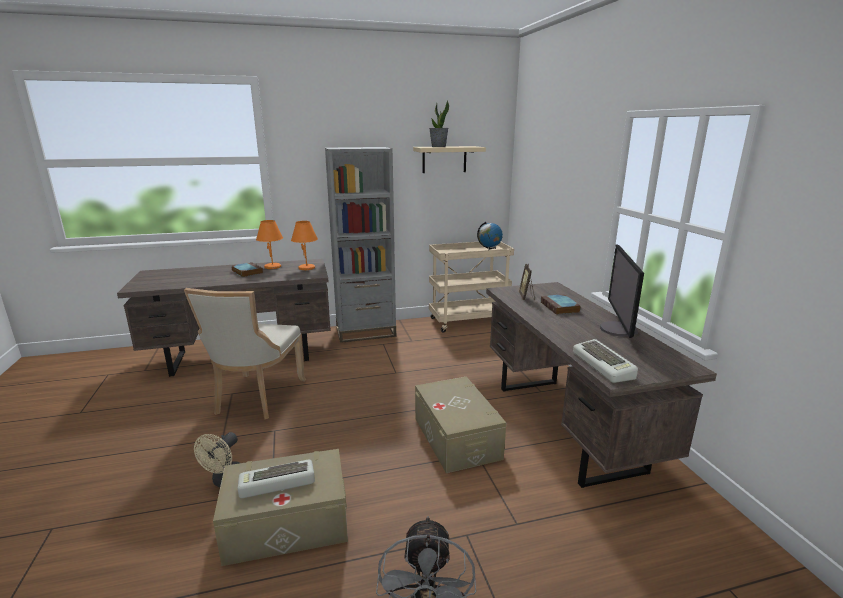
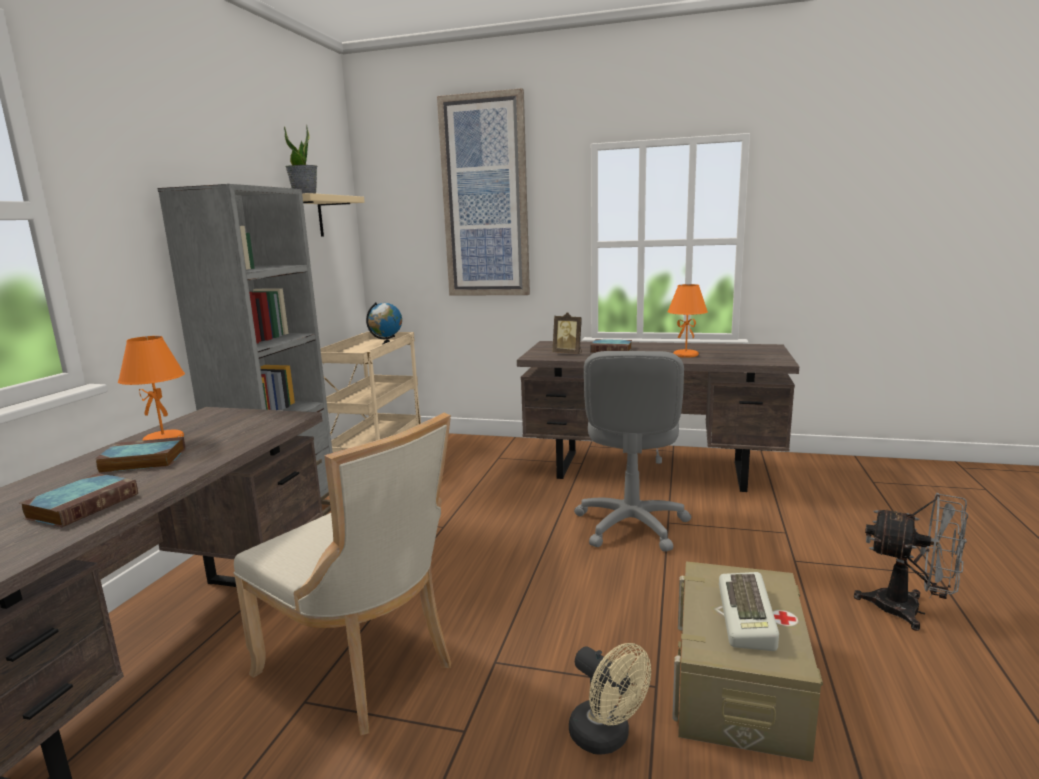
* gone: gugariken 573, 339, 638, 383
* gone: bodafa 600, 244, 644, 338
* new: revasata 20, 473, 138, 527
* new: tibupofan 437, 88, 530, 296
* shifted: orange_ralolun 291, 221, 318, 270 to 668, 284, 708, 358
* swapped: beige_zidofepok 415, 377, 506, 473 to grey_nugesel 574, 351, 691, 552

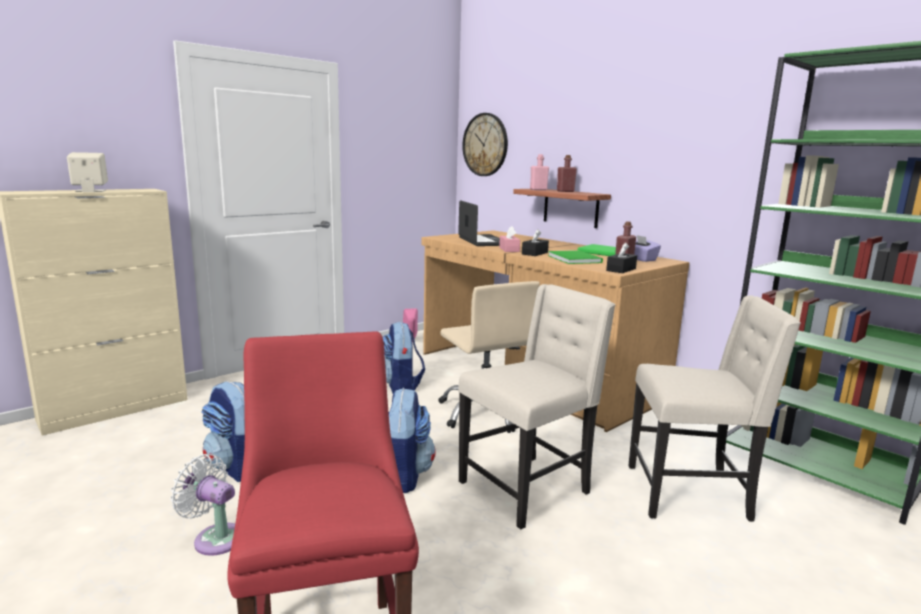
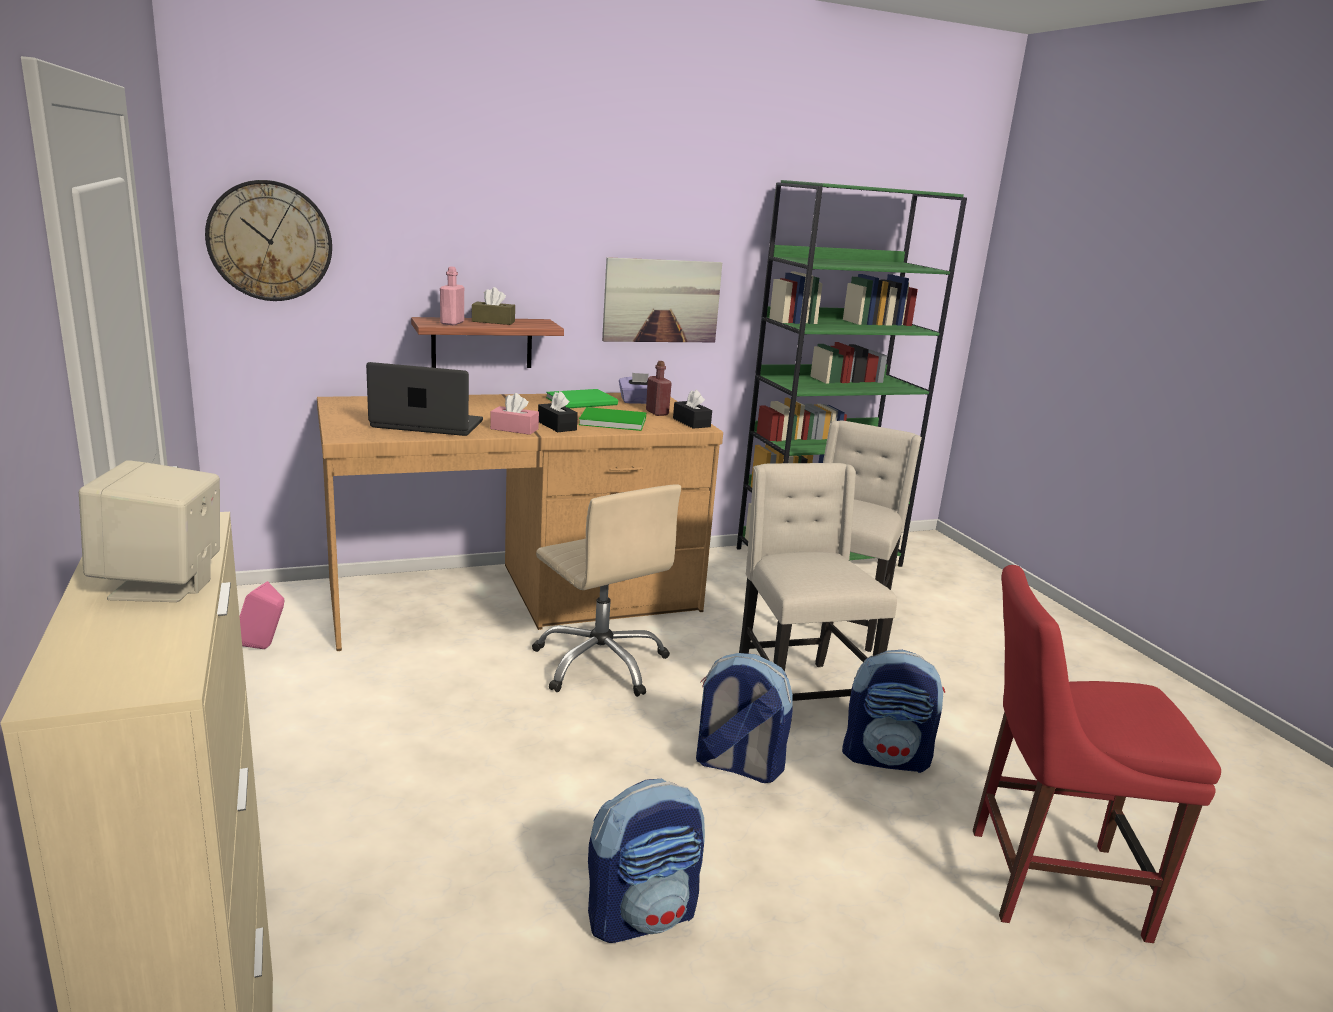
* gone: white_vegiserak 170, 454, 235, 556
* new: tibupofan 602, 257, 722, 342
* shifted: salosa 383, 321, 425, 394 to 842, 650, 945, 773
* swapped: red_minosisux 557, 155, 577, 192 to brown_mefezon 472, 287, 515, 325
* rotated: beige_nugesel 438, 281, 540, 433 = 532, 484, 681, 697 60 degrees clockwise

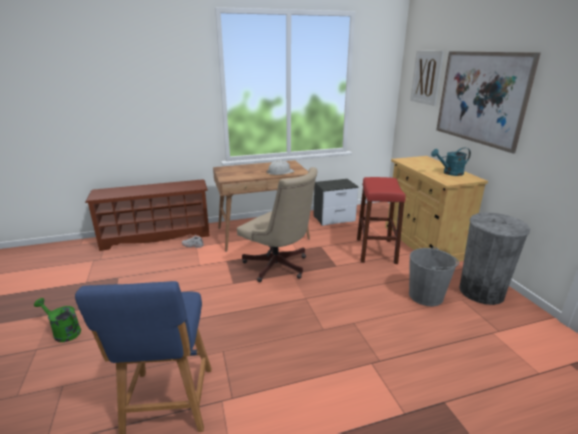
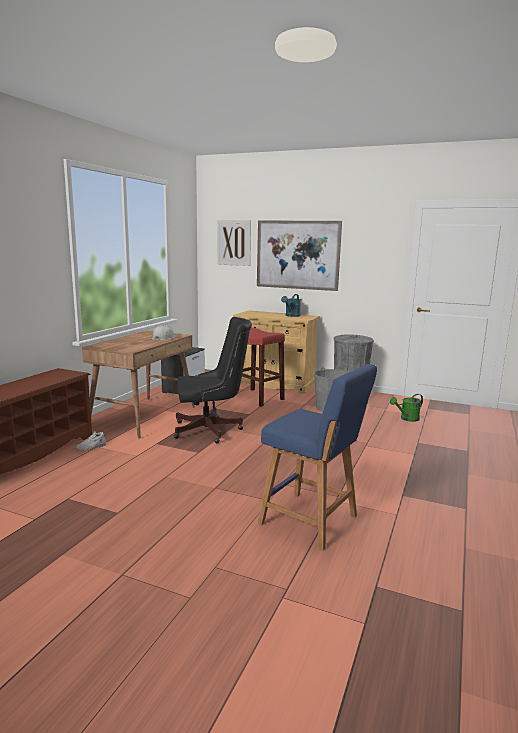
* shifted: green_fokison 34, 298, 81, 342 to 390, 394, 423, 422
* repainted: beige_nugesel 237, 167, 318, 282 to black_nugesel 174, 317, 252, 443

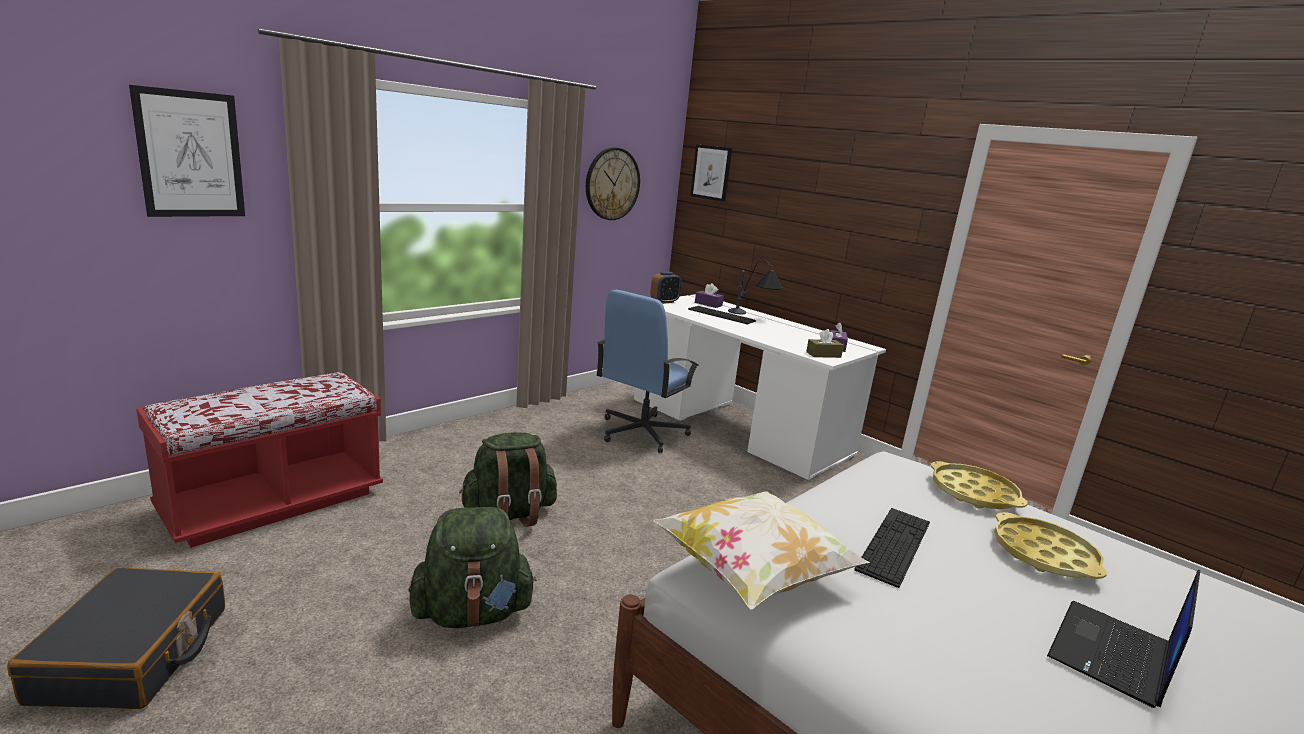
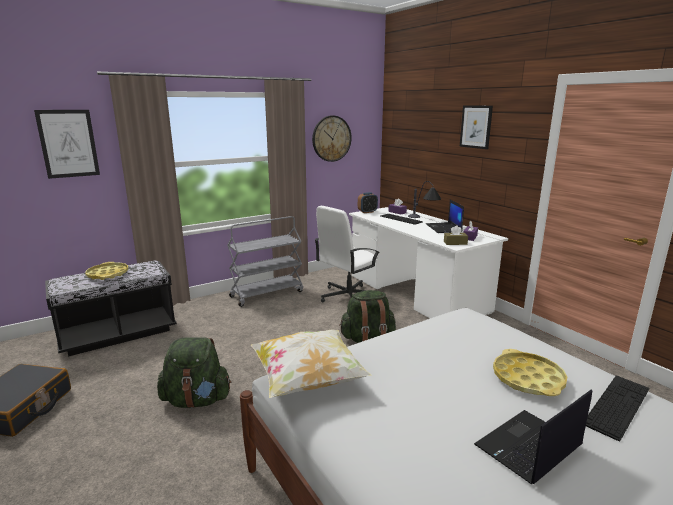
* new: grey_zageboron 227, 216, 303, 307
* new: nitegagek 426, 200, 464, 233
* shifted: green_salosa 459, 432, 557, 527 to 339, 290, 396, 343
* shifted: tibupofan 690, 144, 732, 202 to 460, 105, 493, 149
* shifted: gugariken 854, 508, 930, 588 to 586, 375, 650, 442
* shifted: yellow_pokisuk 931, 461, 1028, 510 to 85, 262, 128, 280
* repainted: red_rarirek 136, 372, 383, 548 to black_rarirek 45, 260, 177, 357
* repainted: blue_nugesel 597, 290, 699, 453 to white_nugesel 314, 206, 380, 302

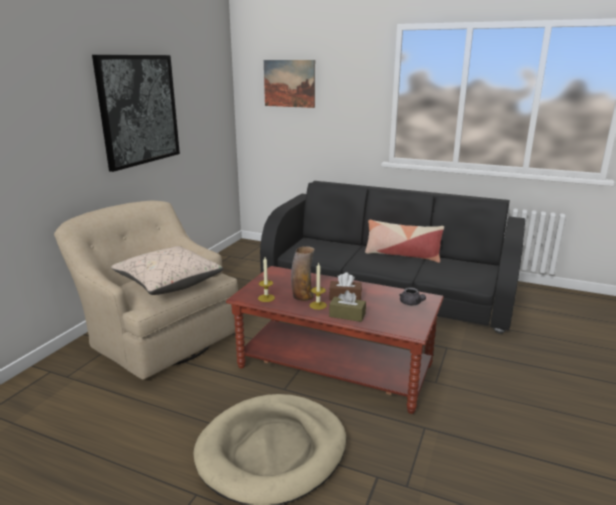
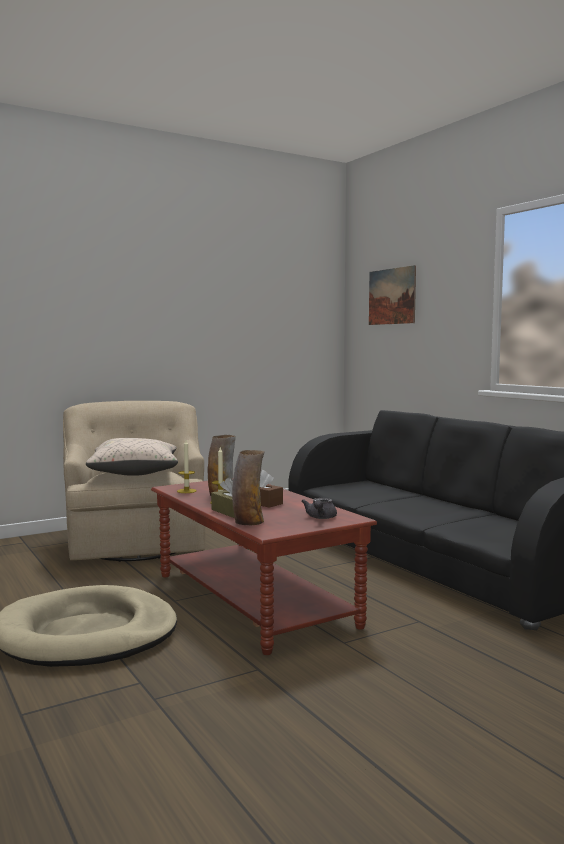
* gone: tibupofan 92, 55, 180, 172
* gone: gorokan 365, 220, 444, 263
* new: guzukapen 232, 450, 265, 525

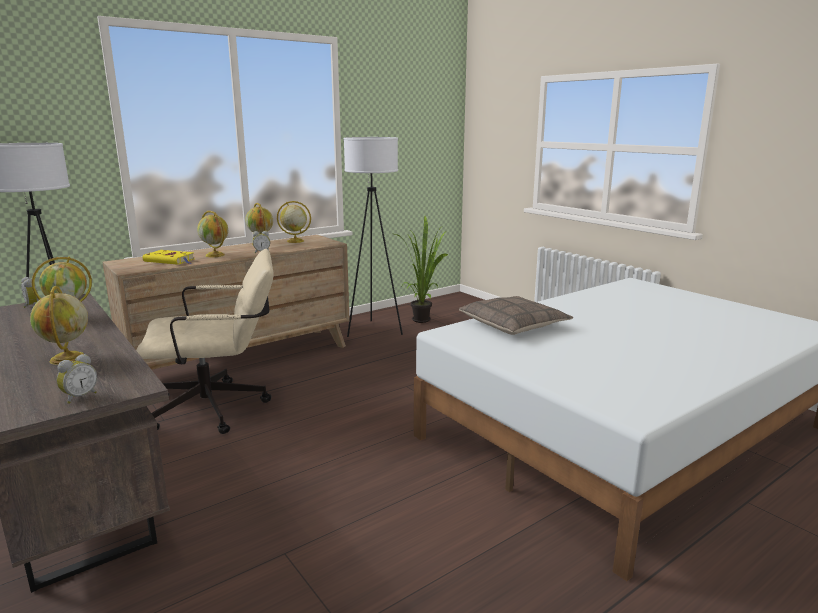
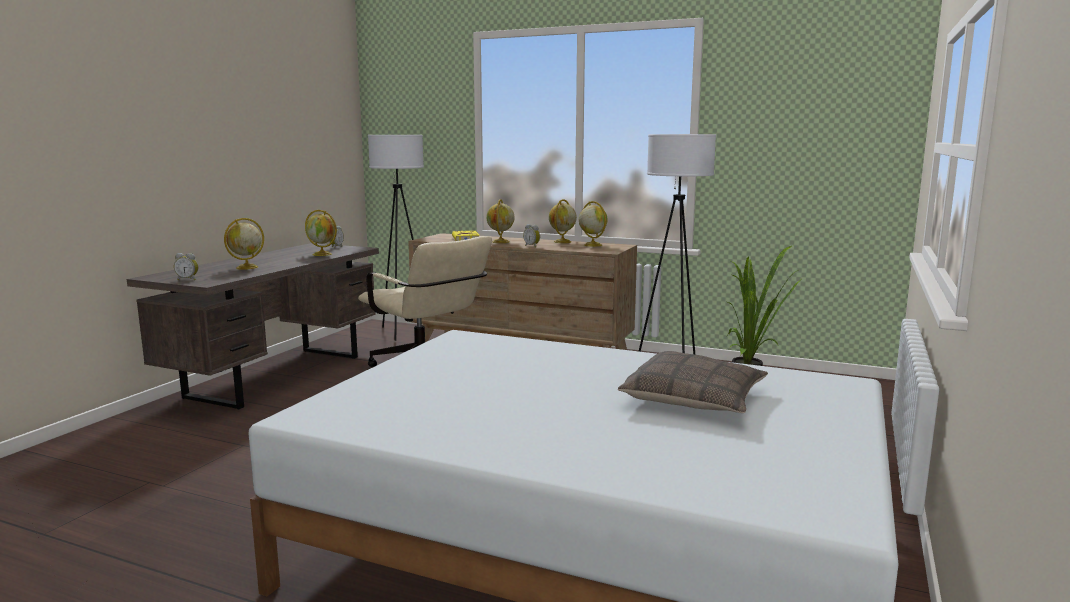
* shifted: gorokan 459, 296, 573, 335 to 618, 351, 768, 413

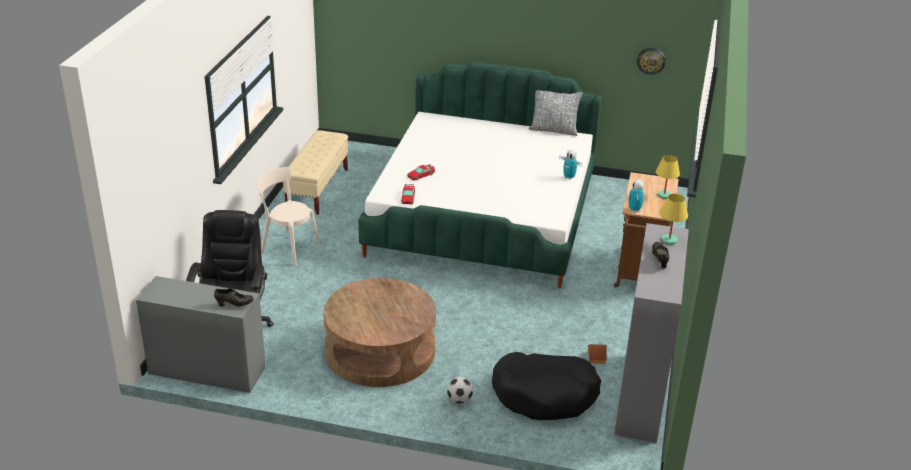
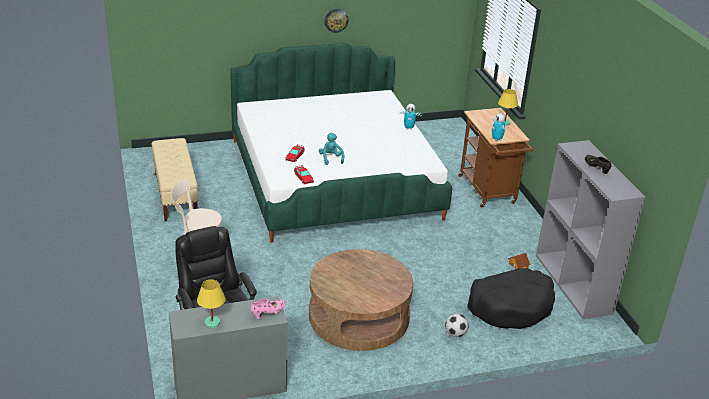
* gone: gorokan 529, 90, 583, 136
* new: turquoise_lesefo 319, 133, 344, 165
* shifted: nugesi 637, 47, 665, 75 to 324, 9, 349, 33
* shifted: yellow_ralolun 659, 194, 688, 245 to 197, 279, 225, 328
* repainted: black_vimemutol 214, 288, 254, 307 to pink_vimemutol 251, 299, 286, 319

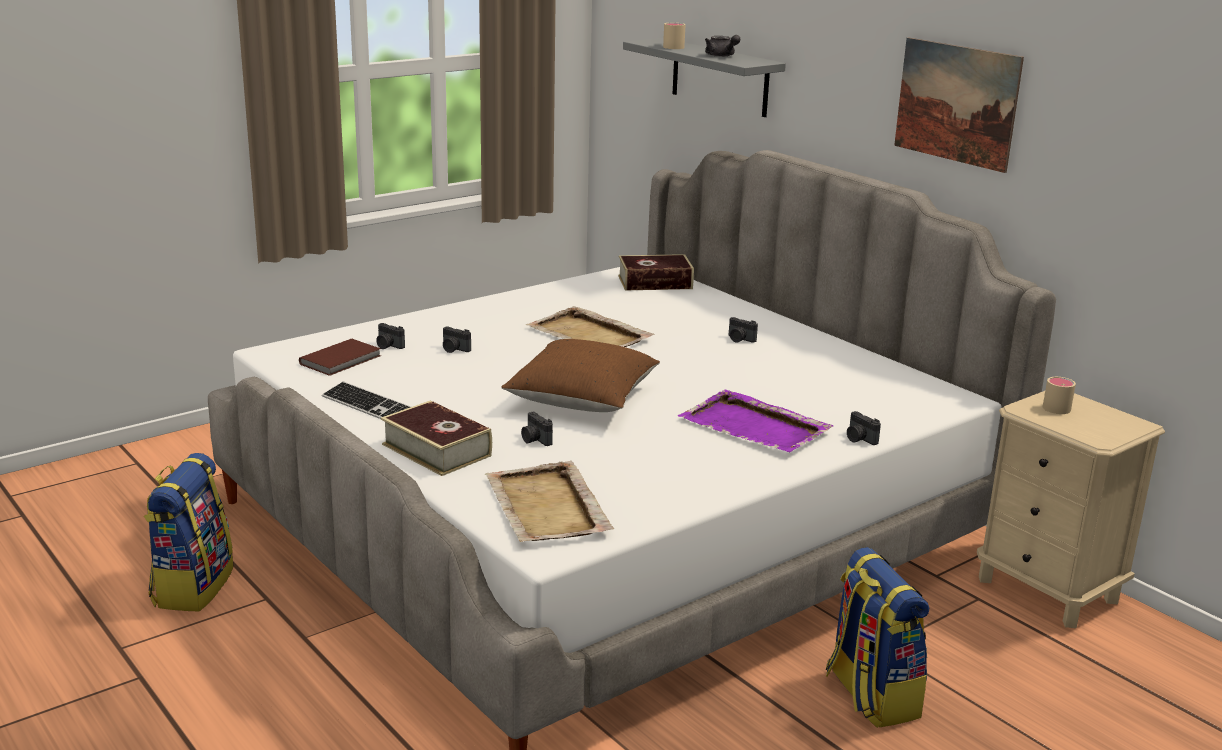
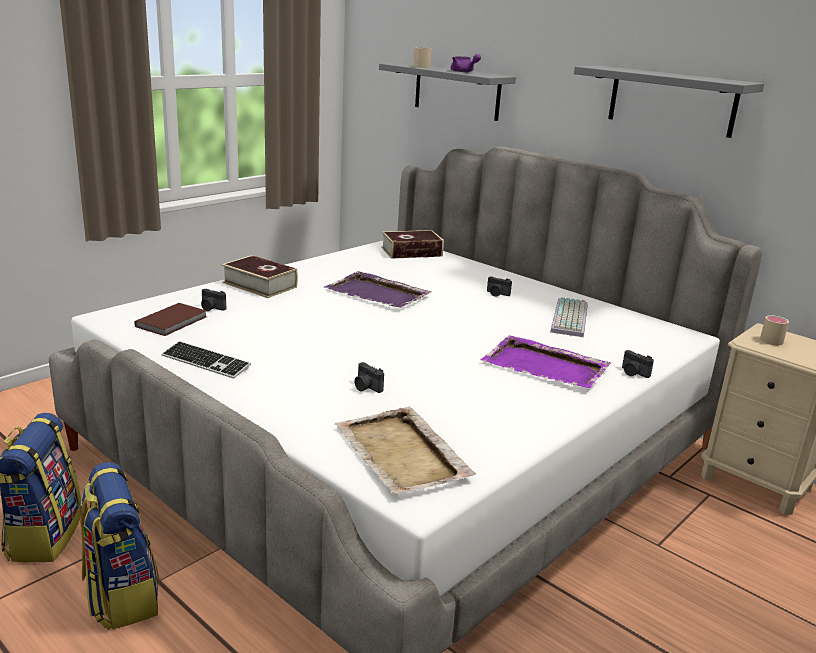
* gone: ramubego 443, 327, 471, 353
* gone: brown_gorokan 501, 339, 660, 412
* new: gugariken 550, 297, 588, 337
* shifted: revasata 381, 400, 492, 476 to 222, 255, 298, 298
* shifted: salosa 826, 547, 929, 728 to 80, 462, 160, 630
* swapped: tibupofan 894, 38, 1024, 173 to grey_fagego 574, 66, 764, 138
* repainted: beige_pokisuk 526, 306, 655, 347 to purple_pokisuk 324, 271, 432, 308
* repainted: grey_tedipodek 705, 35, 740, 57 to purple_tedipodek 451, 54, 481, 72

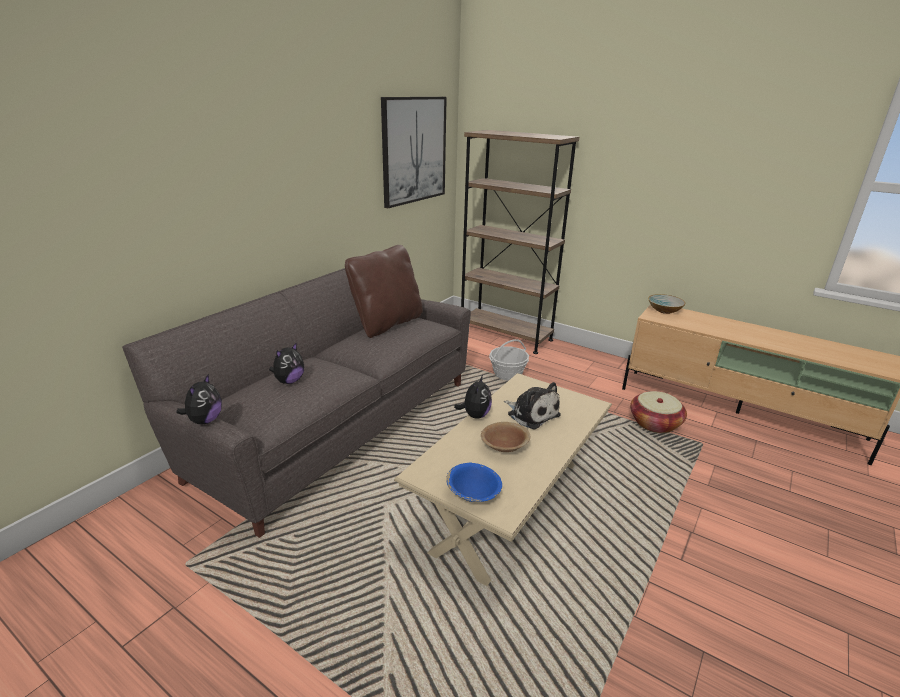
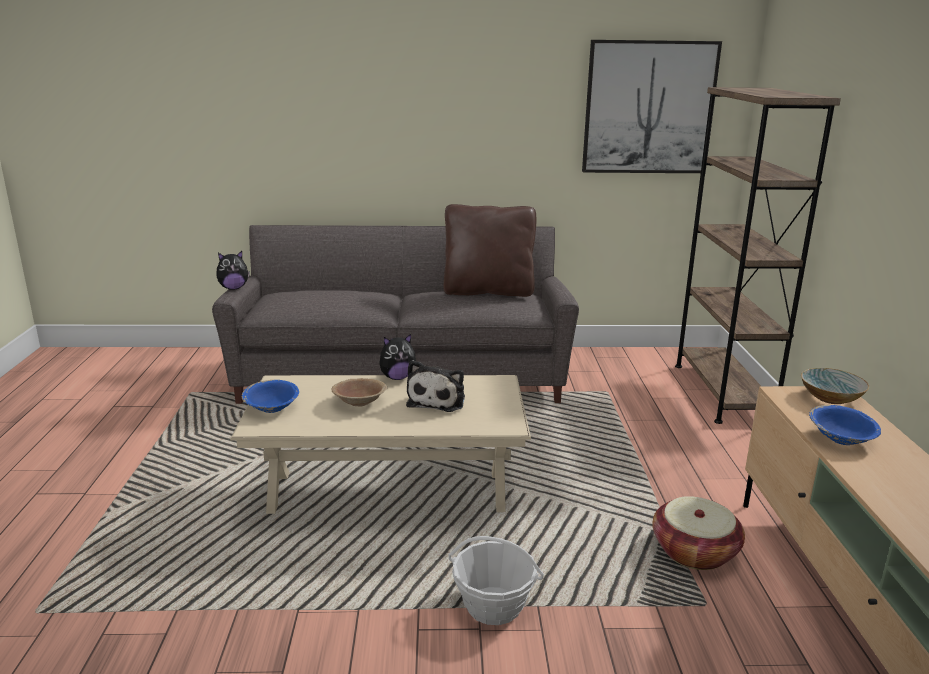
* gone: lesefo 269, 342, 304, 384
* new: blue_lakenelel 809, 405, 881, 445
* shifted: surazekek 489, 339, 529, 380 to 448, 536, 544, 625

